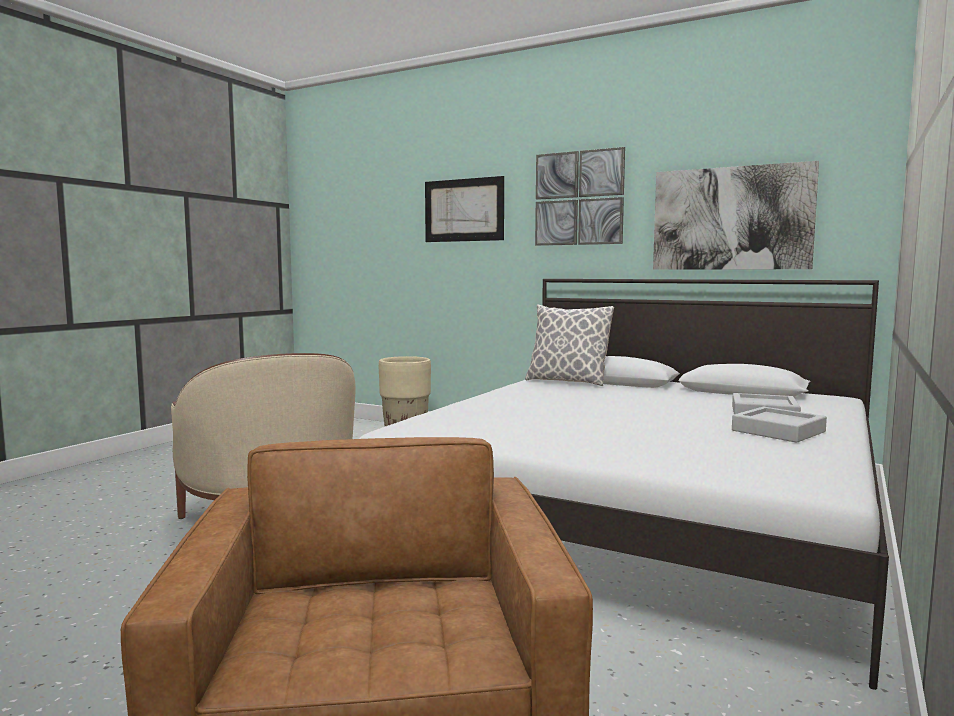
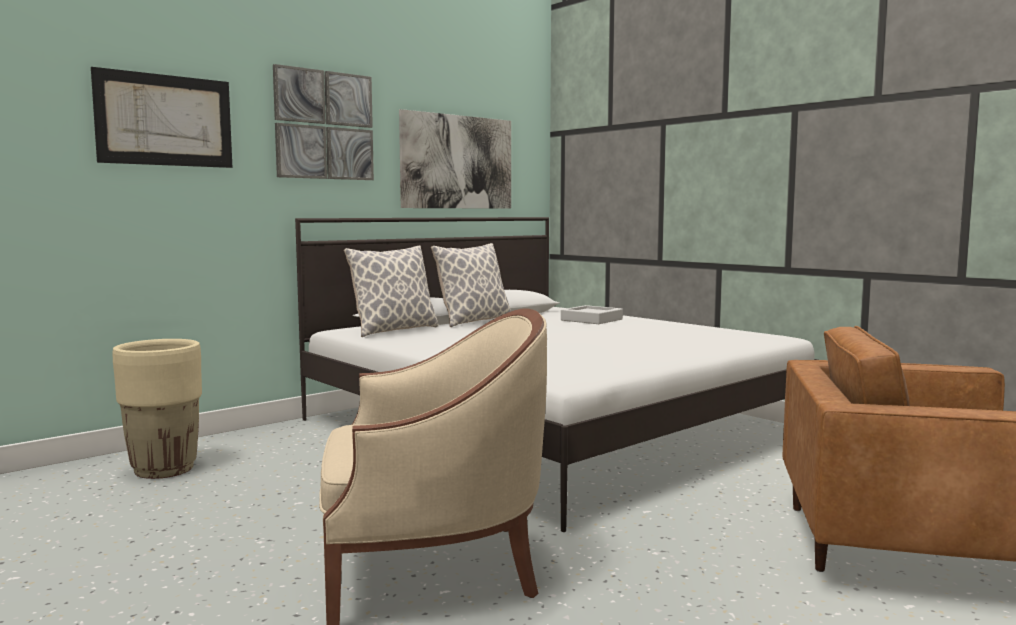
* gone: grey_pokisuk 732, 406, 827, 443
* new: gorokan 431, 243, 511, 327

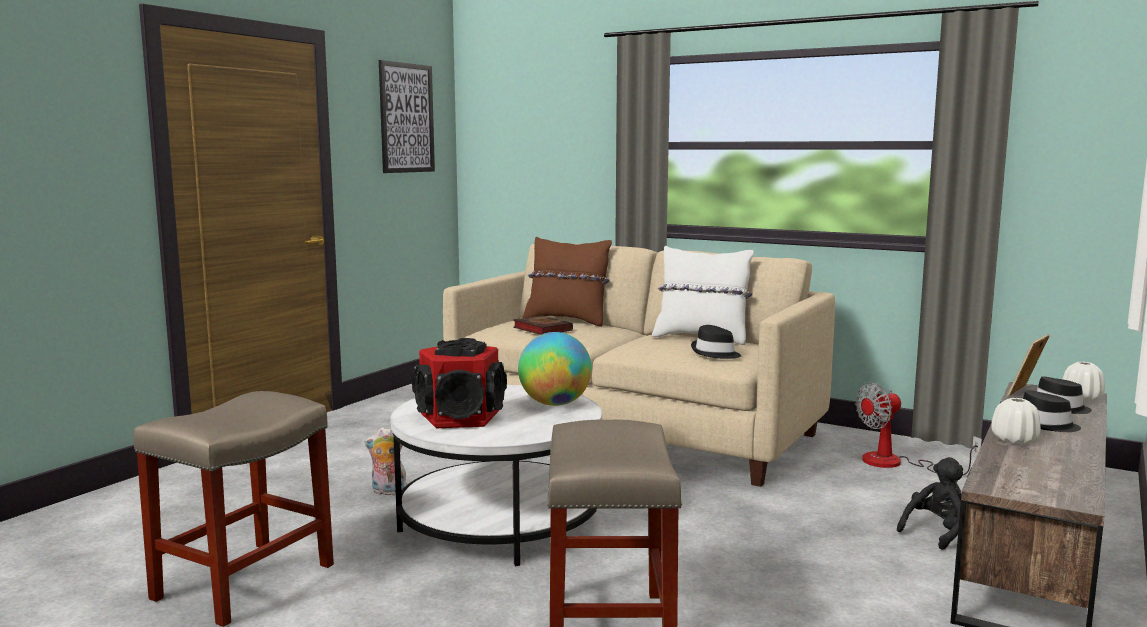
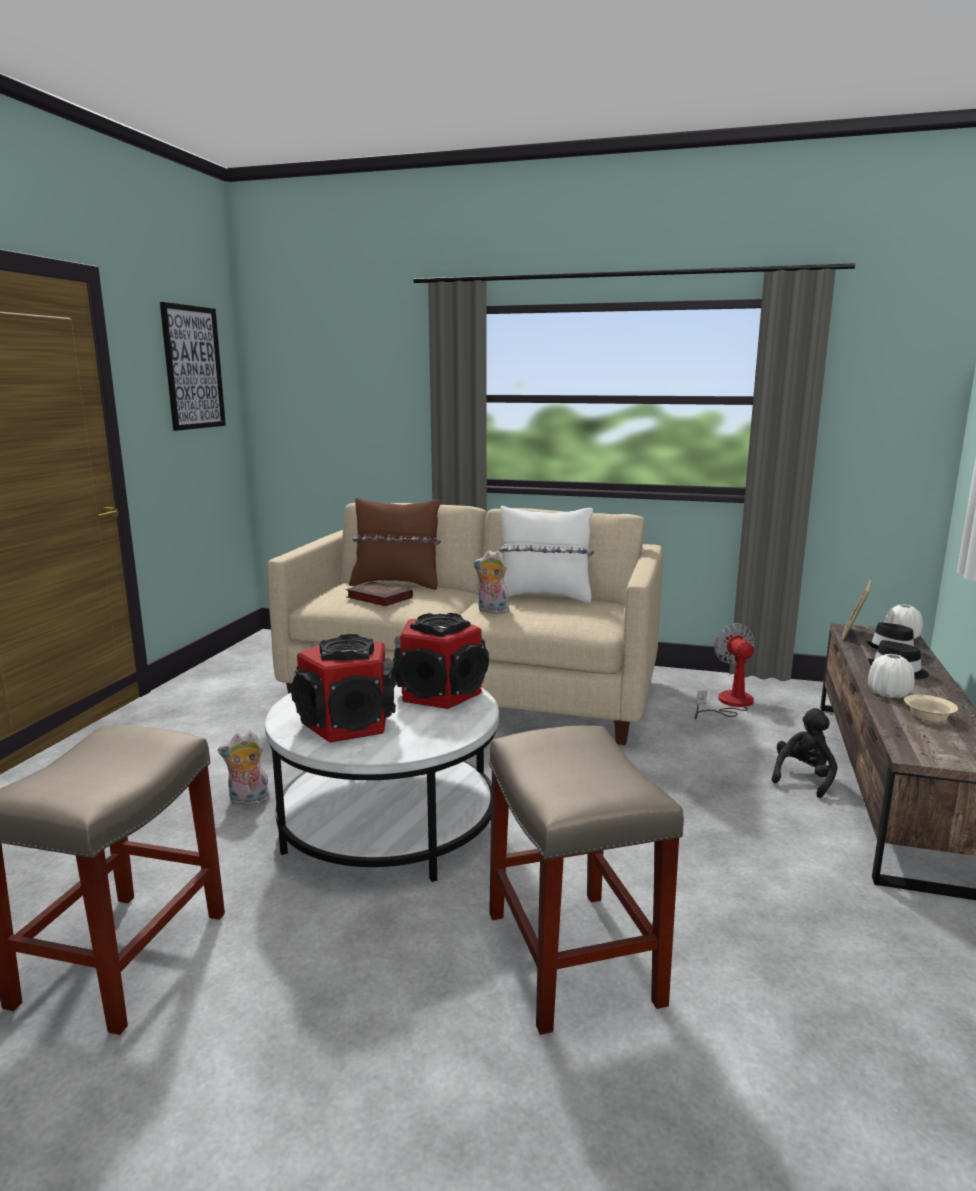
* gone: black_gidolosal 691, 325, 741, 359
* new: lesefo 473, 550, 509, 614
* new: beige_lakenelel 904, 695, 958, 722
* swapped: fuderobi 518, 332, 592, 406 to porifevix 392, 613, 489, 709
* rotated: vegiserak 855, 383, 982, 475 = 695, 623, 755, 719 120 degrees clockwise

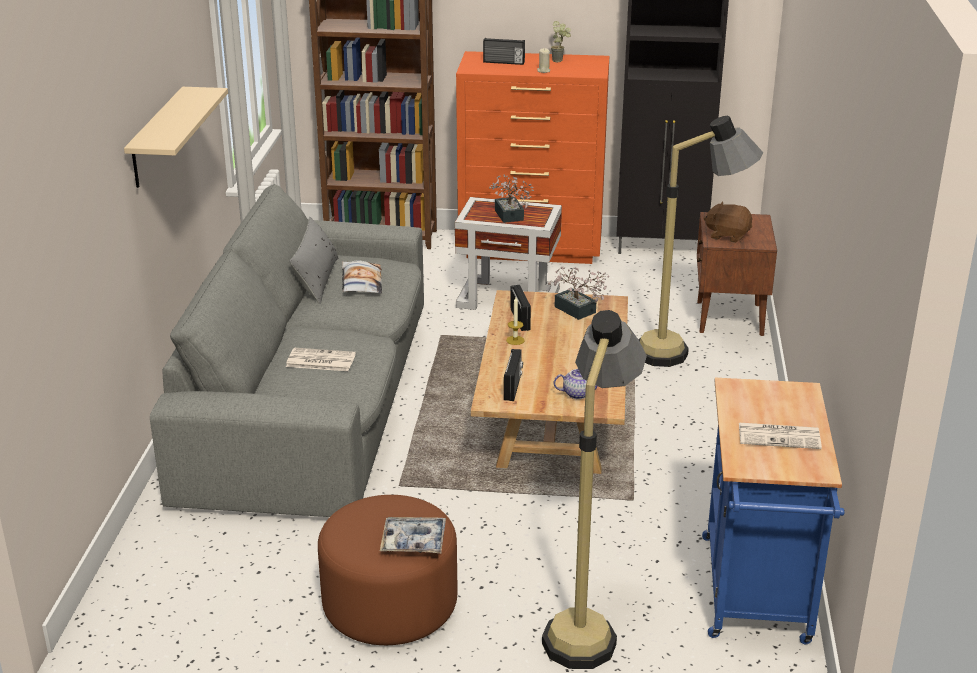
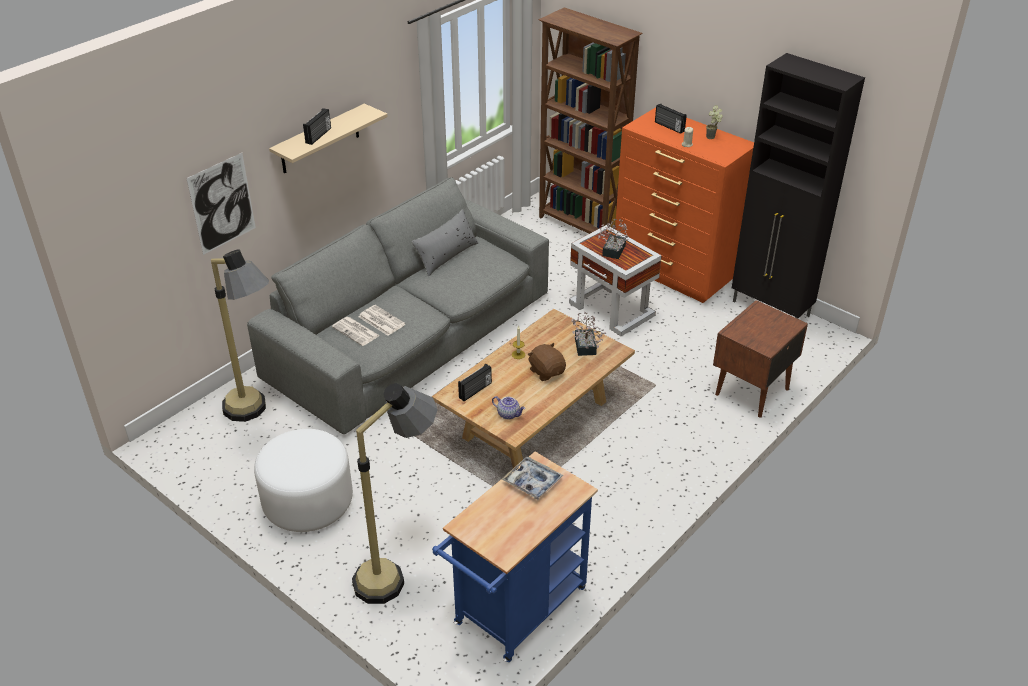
* gone: gorokan 342, 260, 382, 293
* new: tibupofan 186, 153, 256, 255
* shifted: pokisuk 380, 517, 446, 553 to 502, 457, 563, 500
* shifted: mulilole 510, 285, 531, 331 to 303, 108, 331, 145
* shifted: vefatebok 639, 116, 763, 367 to 211, 249, 269, 422
* shifted: brown_lesefo 703, 202, 752, 243 to 527, 343, 566, 381
* shifted: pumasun 739, 423, 822, 449 to 332, 317, 380, 346
* repainted: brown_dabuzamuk 318, 495, 458, 645 to white_dabuzamuk 254, 429, 353, 532

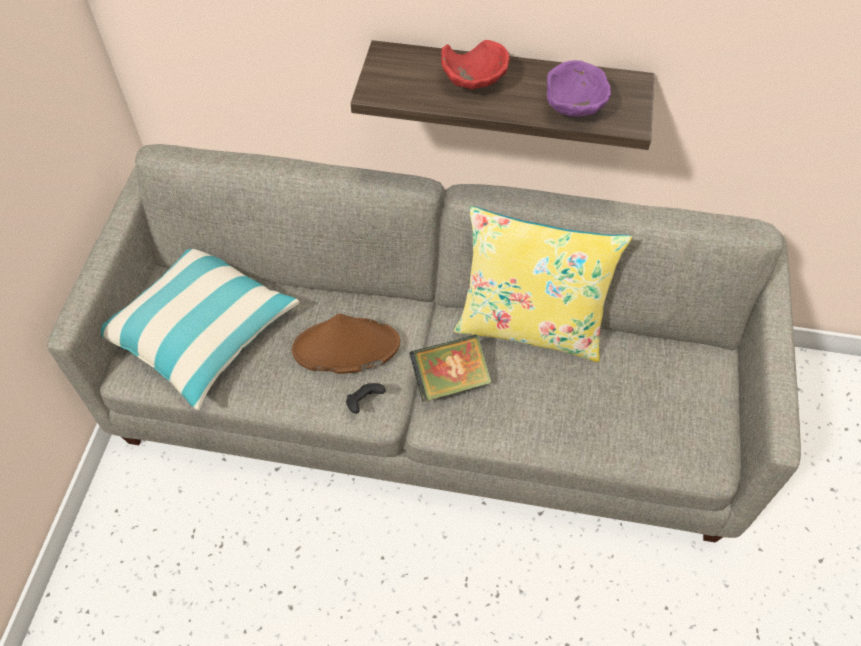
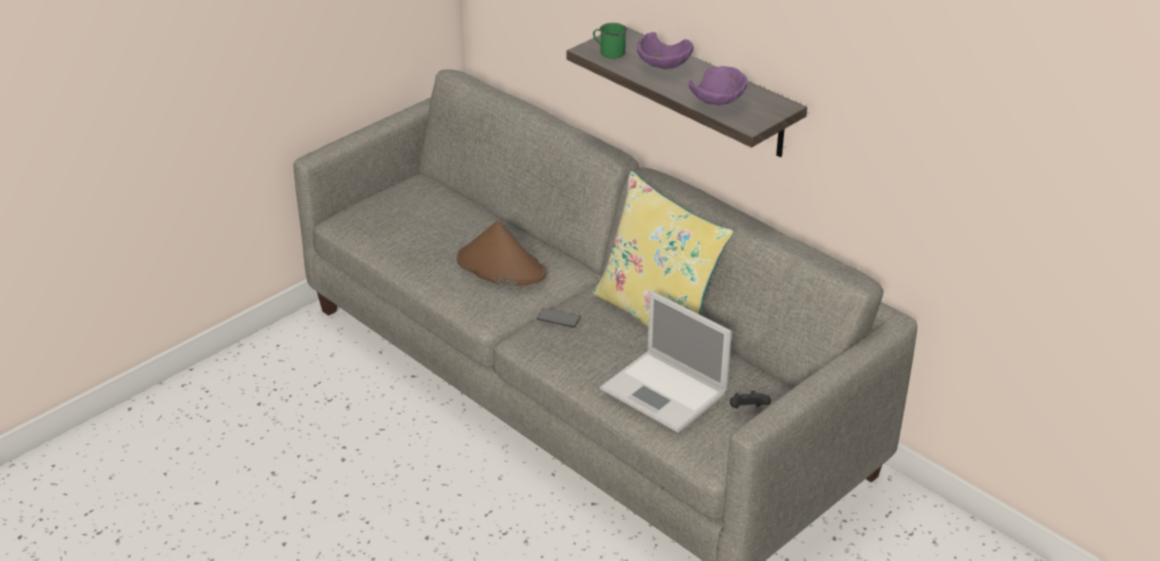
* gone: gorokan 101, 249, 300, 410
* new: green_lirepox 593, 23, 627, 58
* new: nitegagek 600, 291, 732, 433
* shifted: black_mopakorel 346, 383, 386, 414 to 730, 391, 771, 408
* swapped: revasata 409, 335, 492, 402 to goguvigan 537, 308, 581, 328
* repainted: red_lakenelel 441, 40, 510, 89 to purple_lakenelel 637, 32, 694, 69

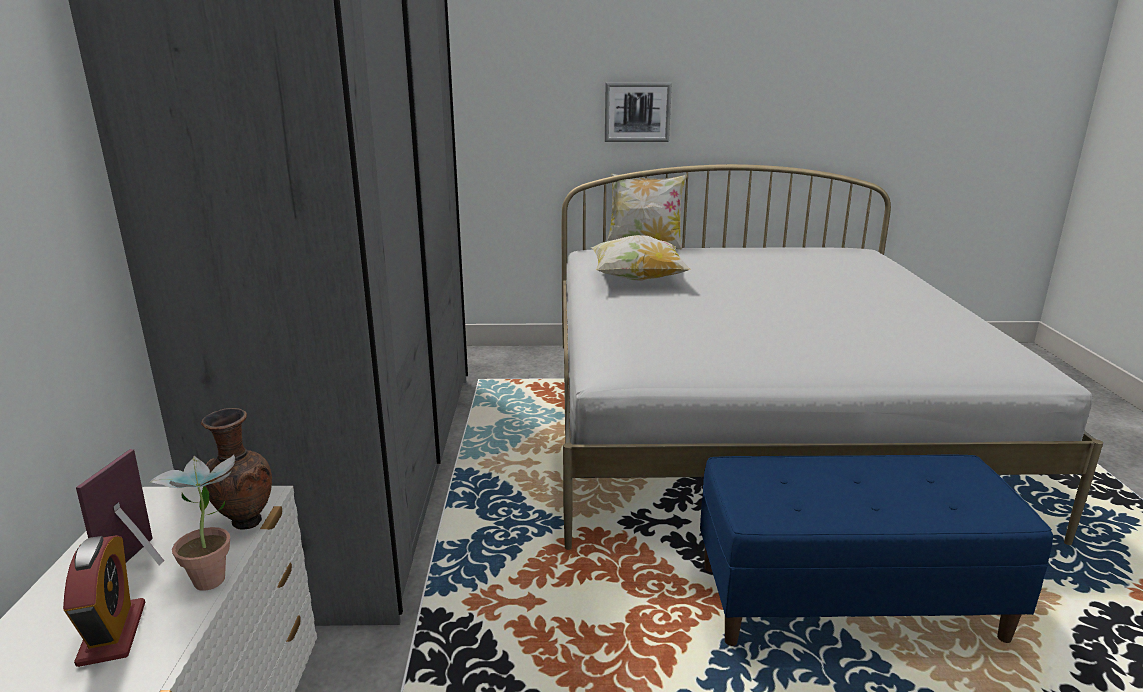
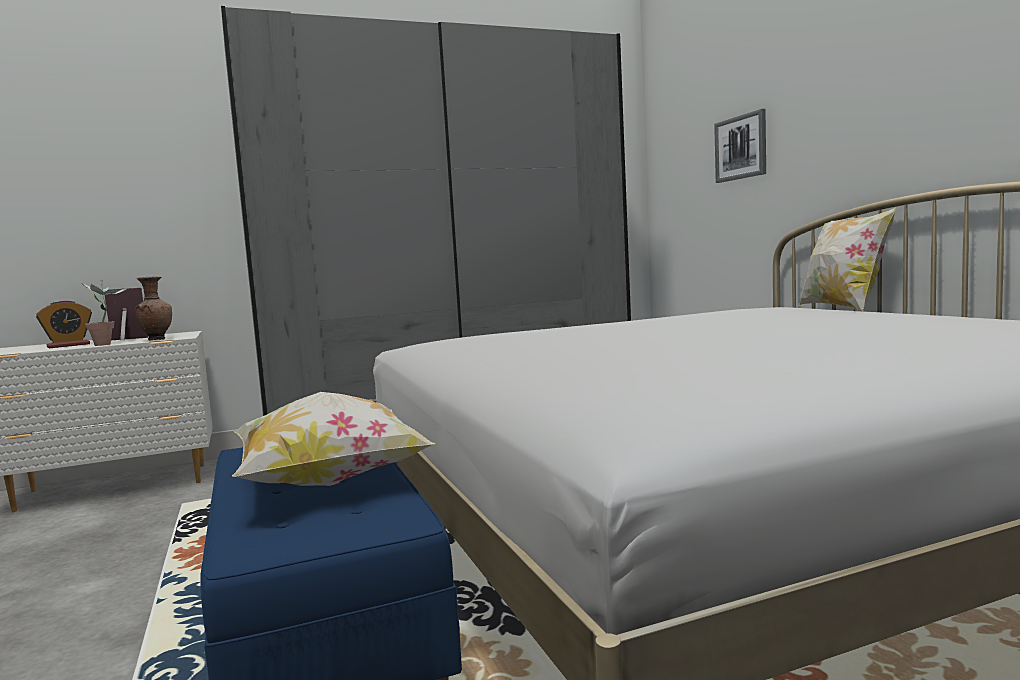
* shifted: gorokan 591, 235, 691, 281 to 232, 392, 436, 486
* shifted: tibupofan 605, 83, 672, 142 to 714, 109, 766, 183

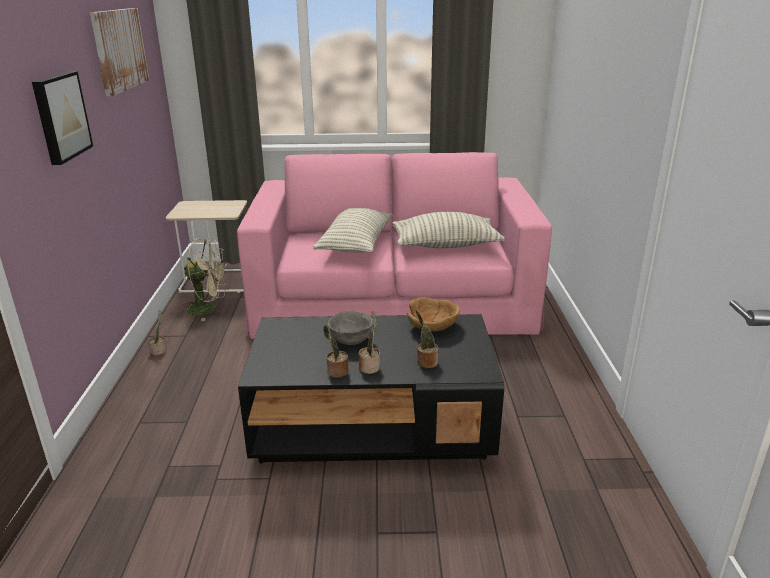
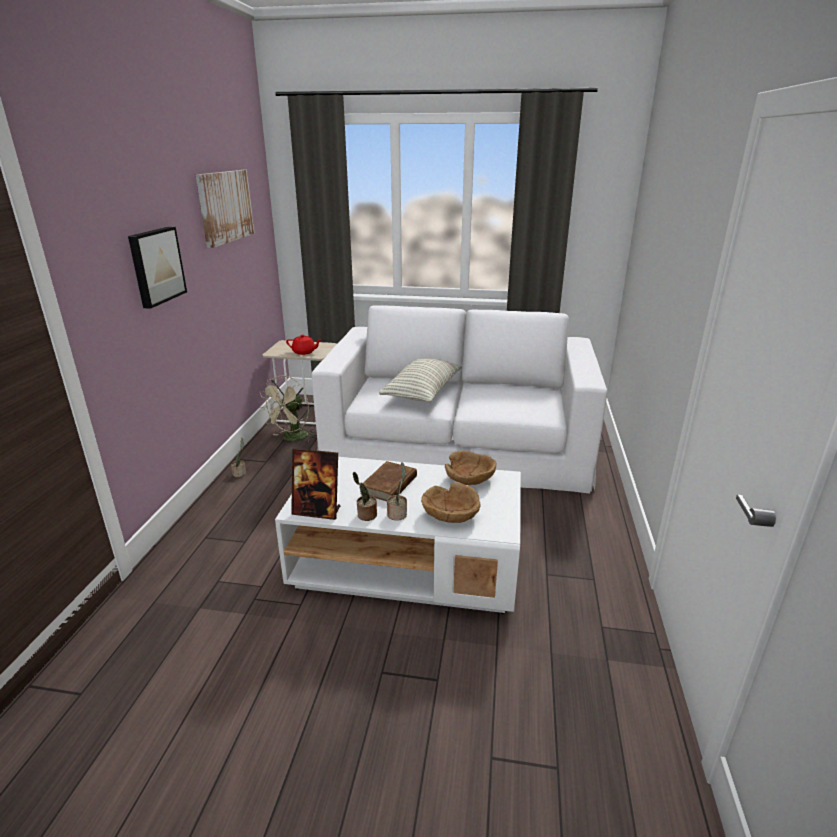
* gone: gorokan 392, 212, 505, 248
* new: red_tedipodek 286, 334, 322, 355
* new: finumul 291, 448, 340, 520
* swapped: grey_lakenelel 328, 311, 373, 345 to brown_revasata 363, 461, 417, 501
* swapped: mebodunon 416, 310, 438, 368 to brown_lakenelel 421, 482, 481, 523
* repainted: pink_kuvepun 237, 152, 552, 339 to white_kuvepun 312, 305, 607, 494
* repainted: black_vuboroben 238, 314, 504, 463 to white_vuboroben 275, 457, 521, 614
* rotated: beige_vegiserak 182, 238, 229, 321 = 260, 375, 315, 443 105 degrees clockwise

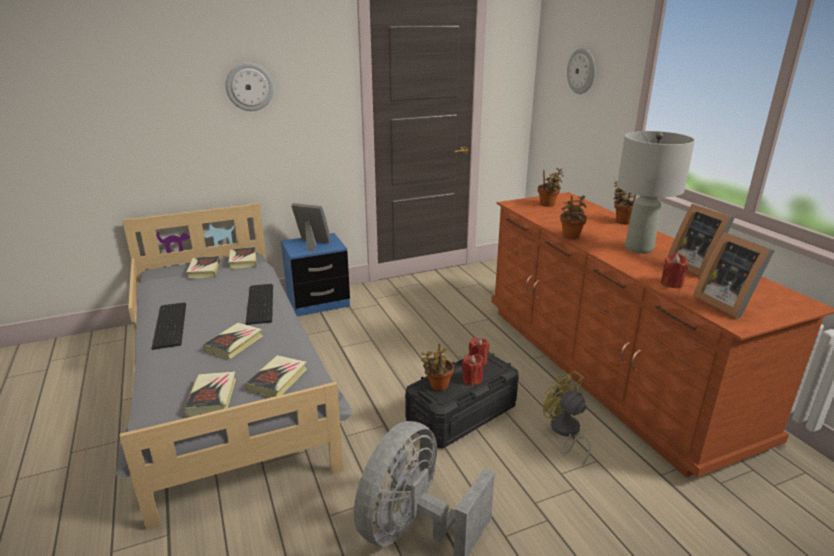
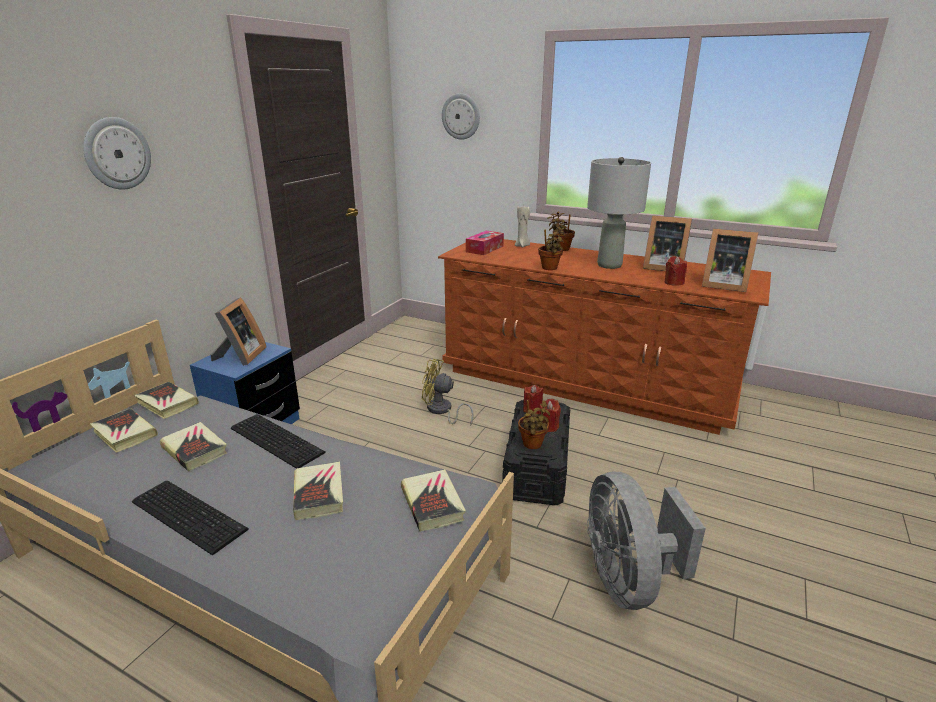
* new: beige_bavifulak 515, 206, 530, 247
* shifted: revasata 184, 371, 236, 416 to 160, 422, 227, 471
* shifted: yellow_vegiserak 543, 370, 591, 466 to 422, 359, 474, 425
* swapped: mebodunon 538, 168, 564, 207 to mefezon 466, 231, 504, 255
* rotated: finumul 291, 203, 331, 253 = 211, 297, 266, 366 120 degrees clockwise

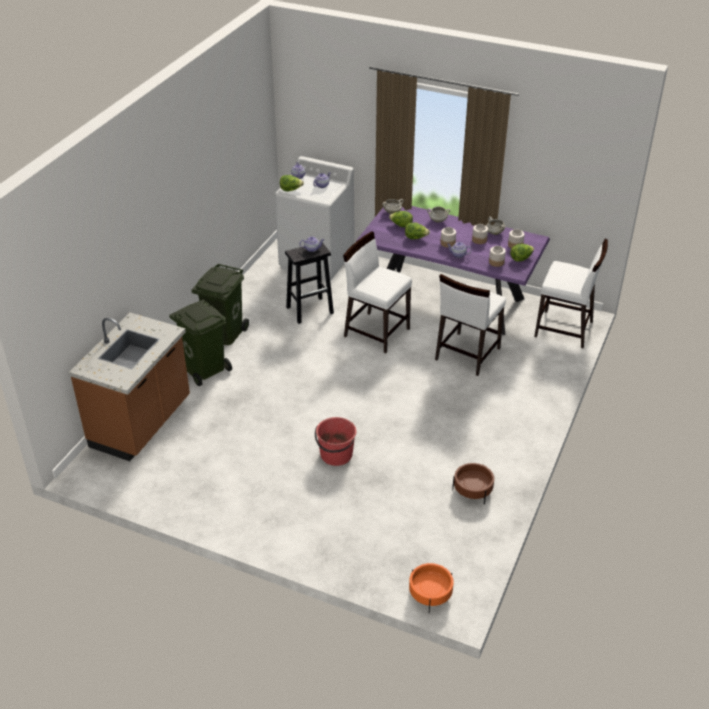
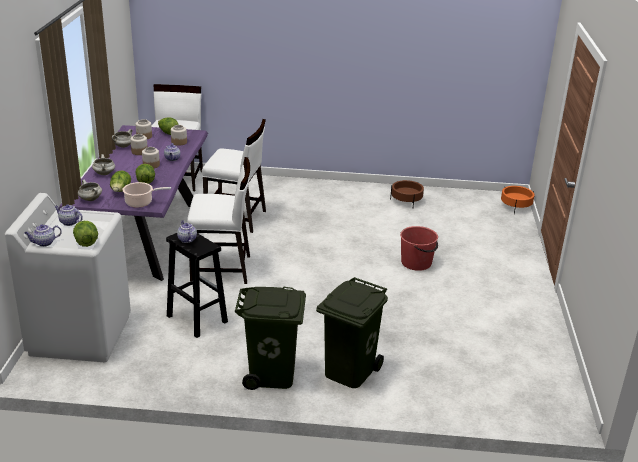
* gone: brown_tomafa 69, 313, 190, 461
* new: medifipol 122, 182, 171, 207
* rotated: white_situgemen 343, 231, 412, 353 = 187, 157, 250, 284 105 degrees counterclockwise

